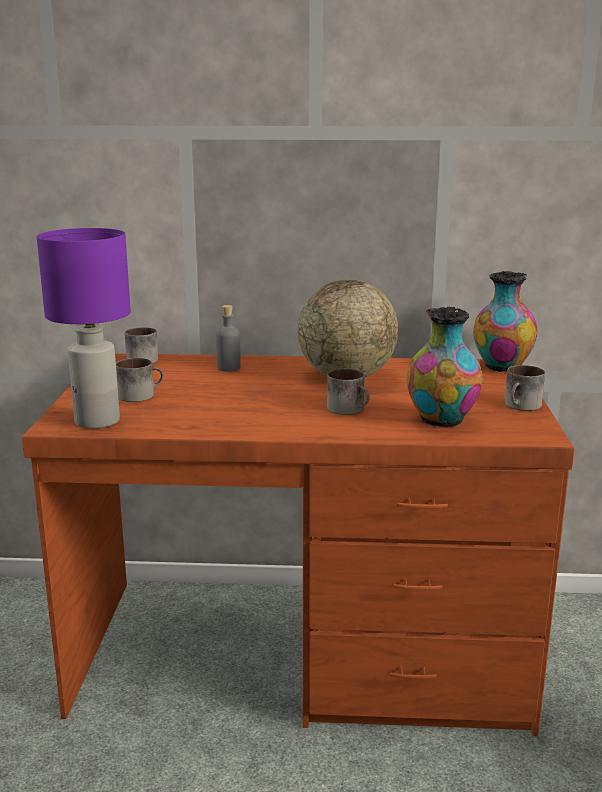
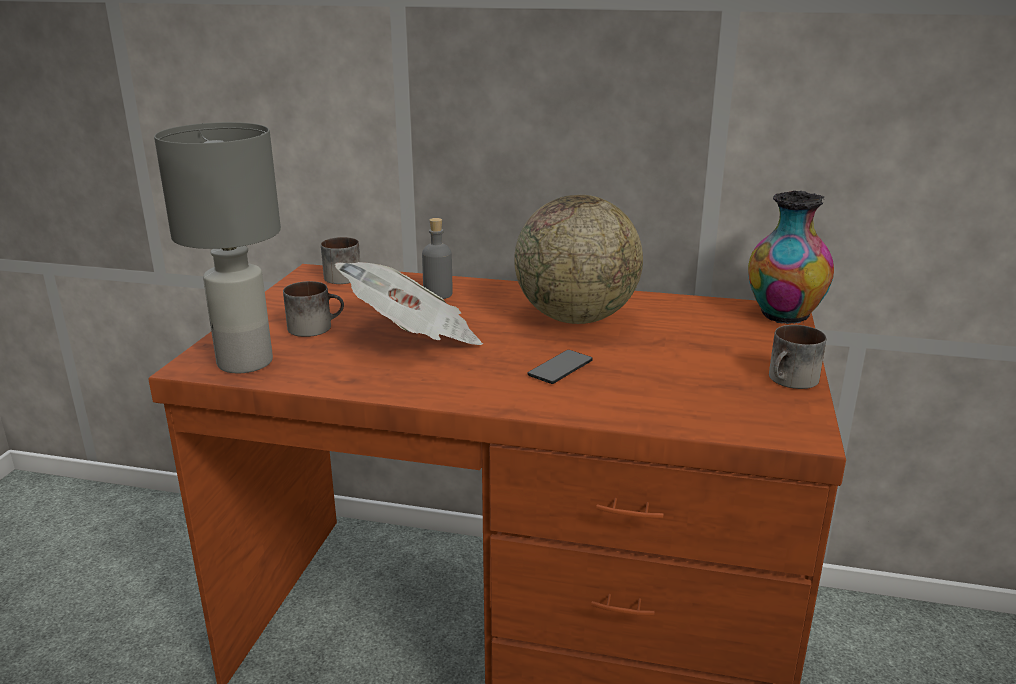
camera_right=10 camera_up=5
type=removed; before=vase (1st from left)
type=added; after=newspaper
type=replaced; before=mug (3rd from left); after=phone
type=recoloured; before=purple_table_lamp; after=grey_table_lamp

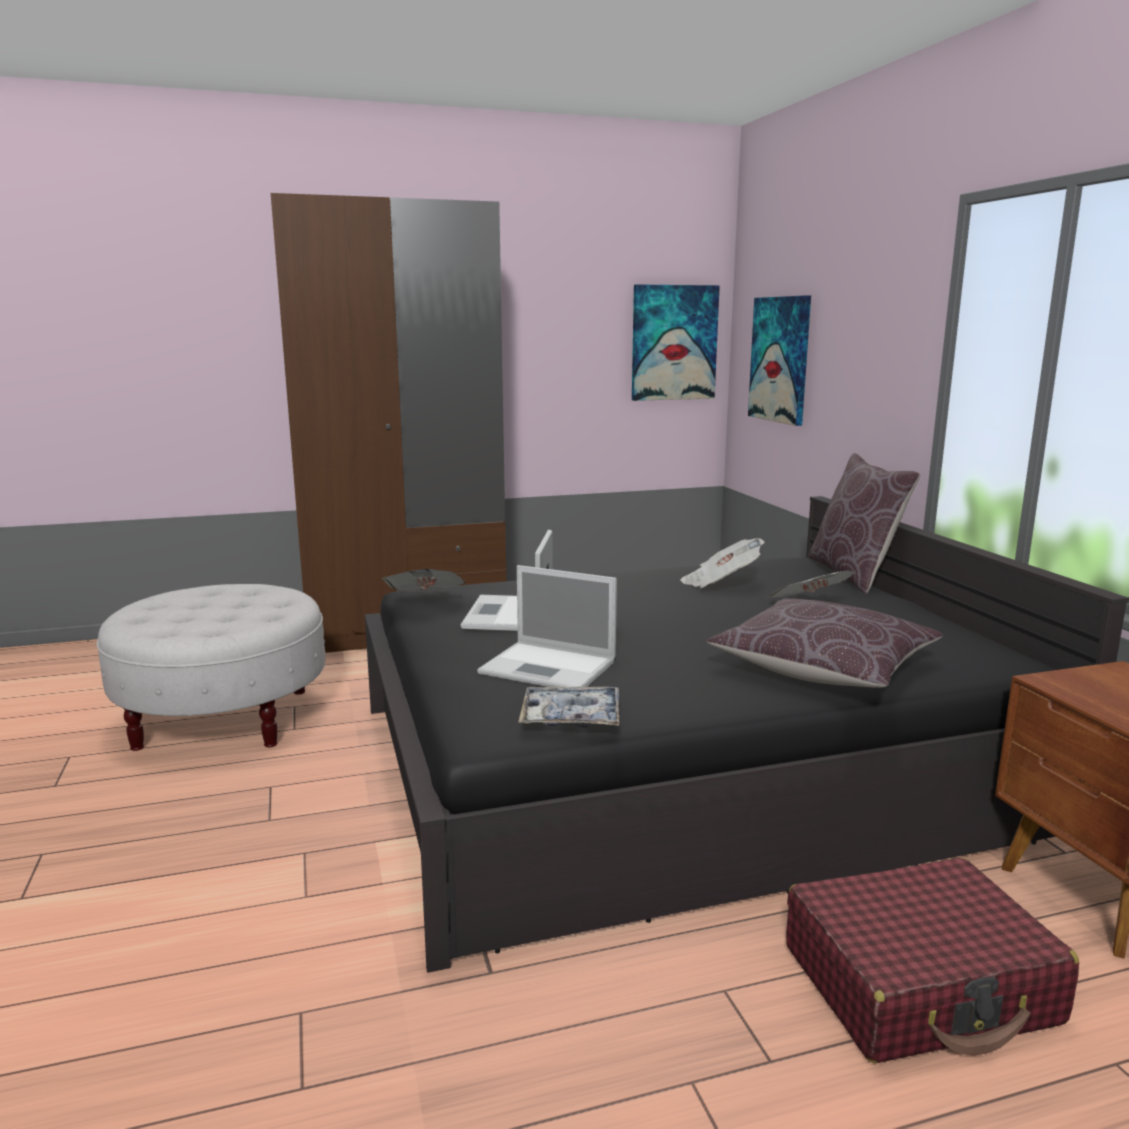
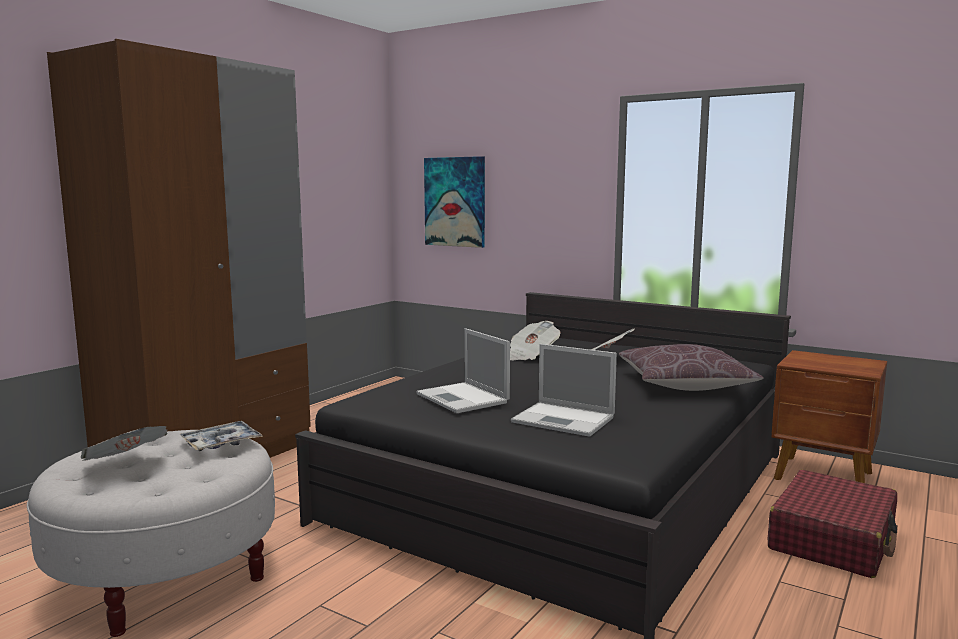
camera_right=-40 camera_up=-5
type=removed; before=picture (1st from left)
type=removed; before=brown_pillow (2nd from left)
type=moved; before=newspaper (1st from left)
type=moved; before=tray
type=turned; before=laptop (2nd from left); turn=45

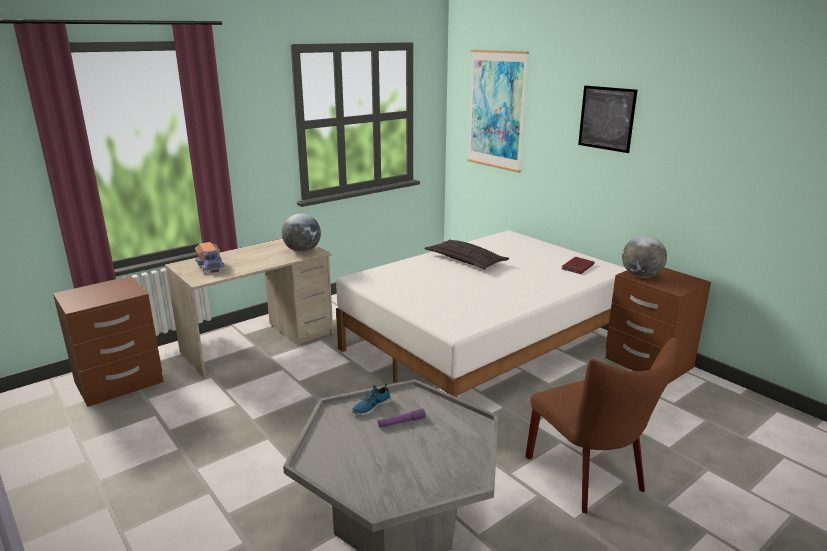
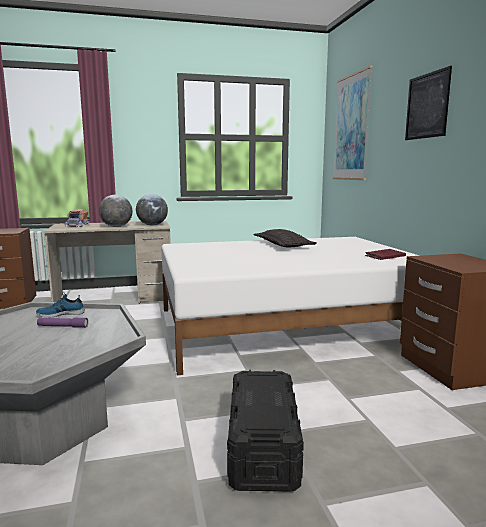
camera_right=25 camera_up=-10
type=moved; before=globe (2nd from left in the first image); after=globe (1st from left)
type=replaced; before=brown_chair; after=black_storage_box

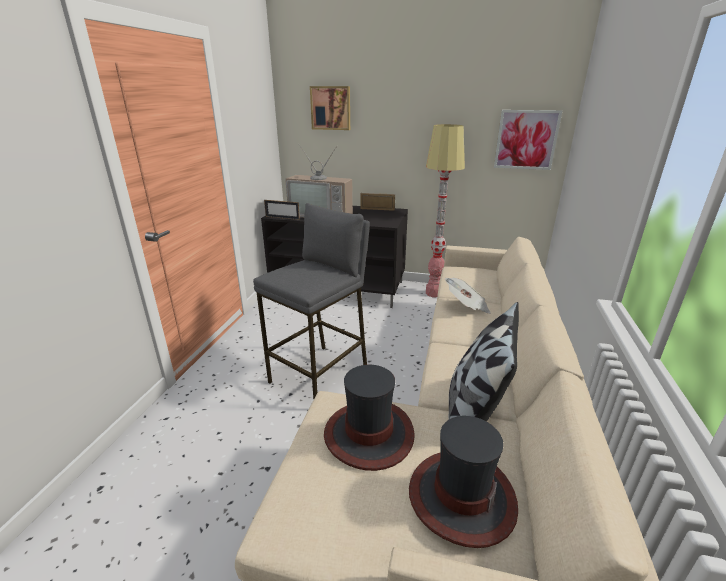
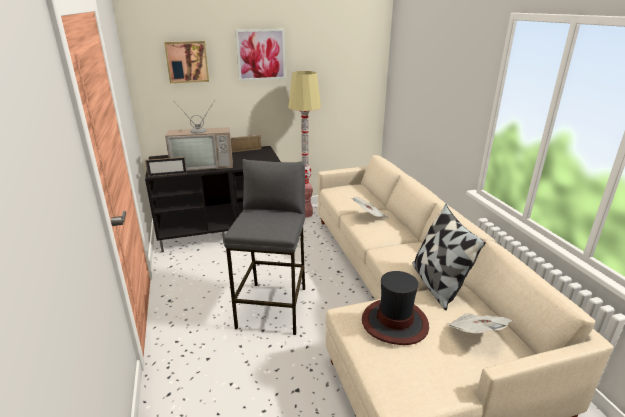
camera_right=-30 camera_up=0
type=moved; before=picture (2nd from left)
type=replaced; before=hat (2nd from left); after=newspaper (2nd from left)

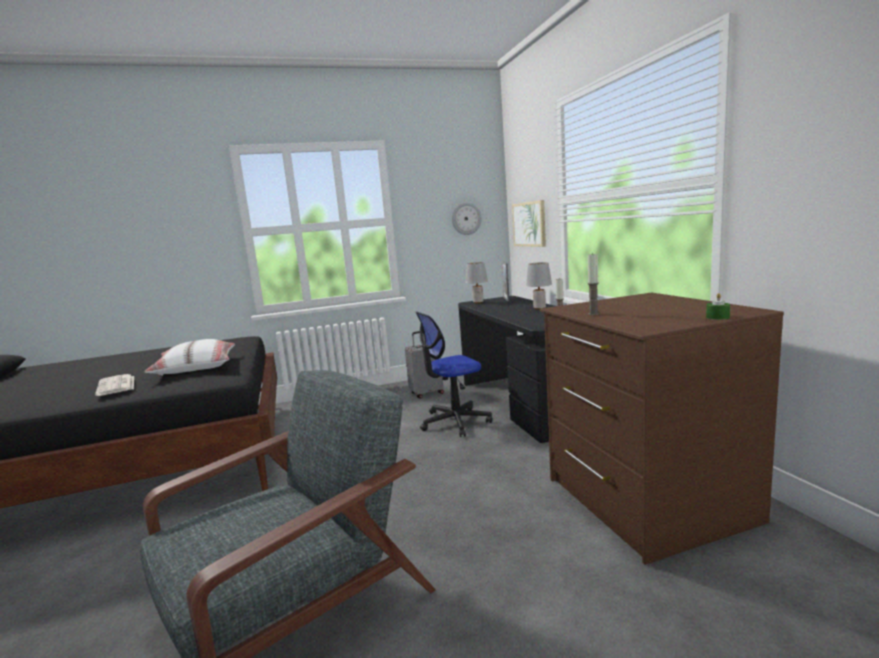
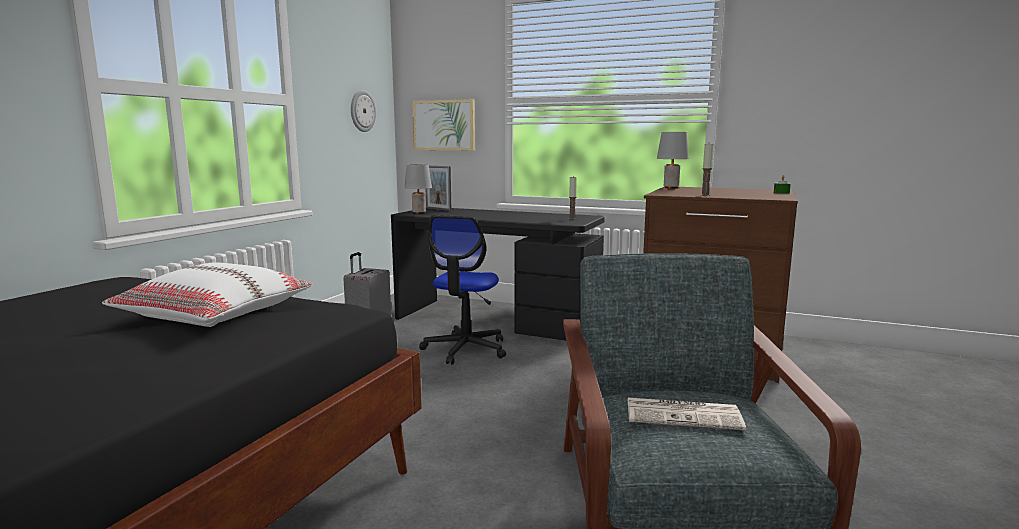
camera_right=-50 camera_up=0
type=moved; before=newspaper
type=moved; before=grey_table_lamp (2nd from left)

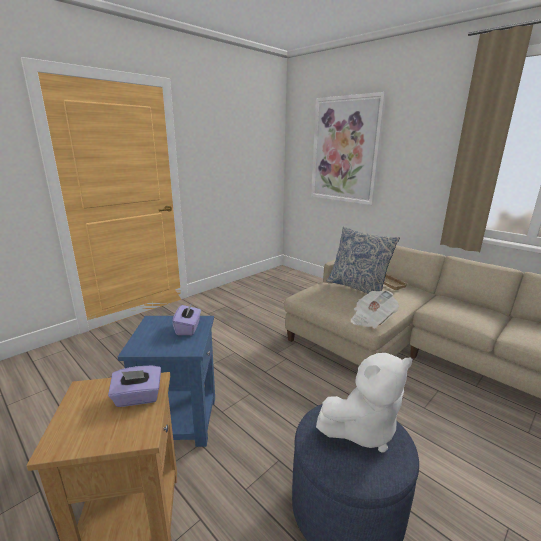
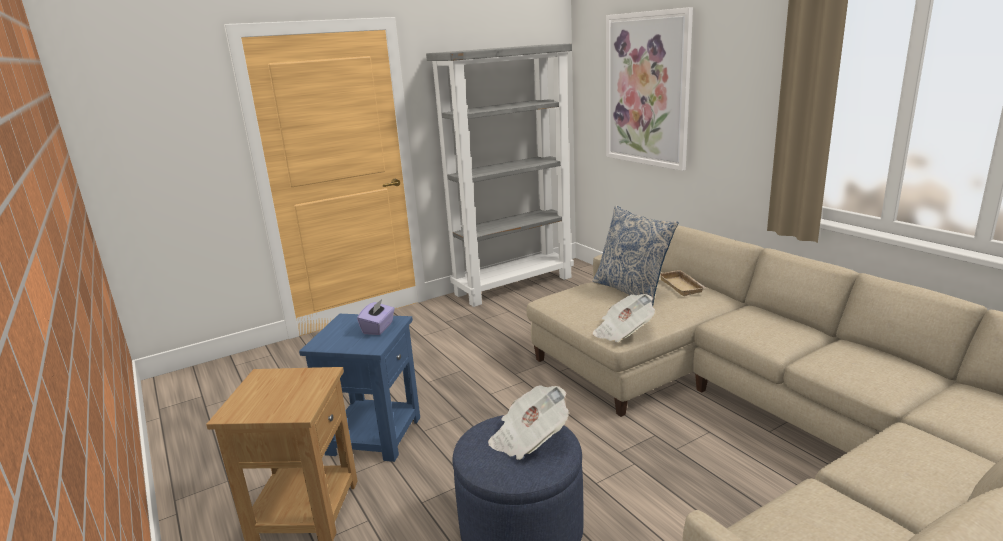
camera_right=15 camera_up=0
type=removed; before=purple_tissue_box (1st from left)
type=added; after=grey_bookcase
type=replaced; before=white_plush_toy; after=newspaper (1st from left)

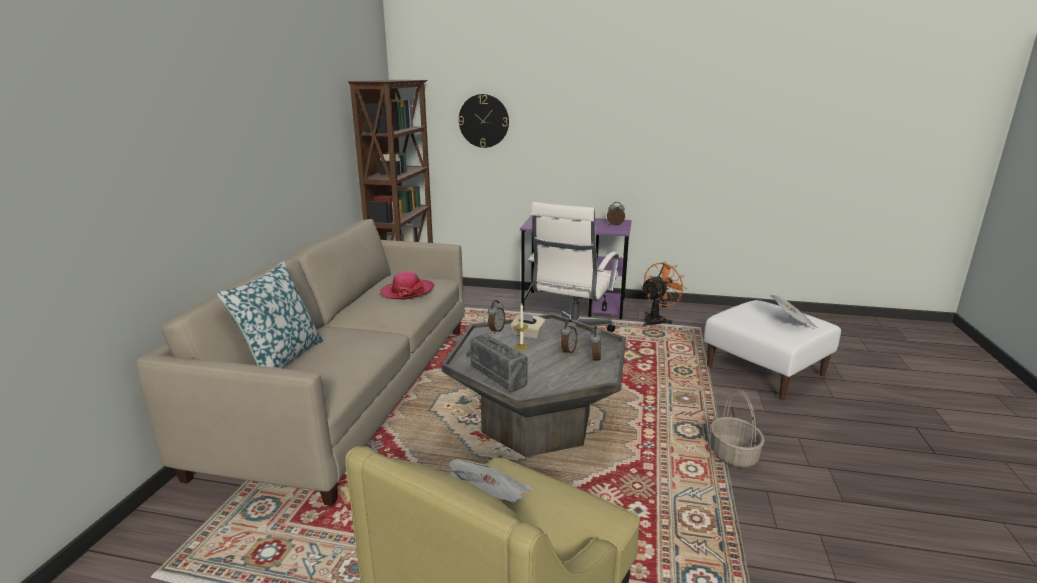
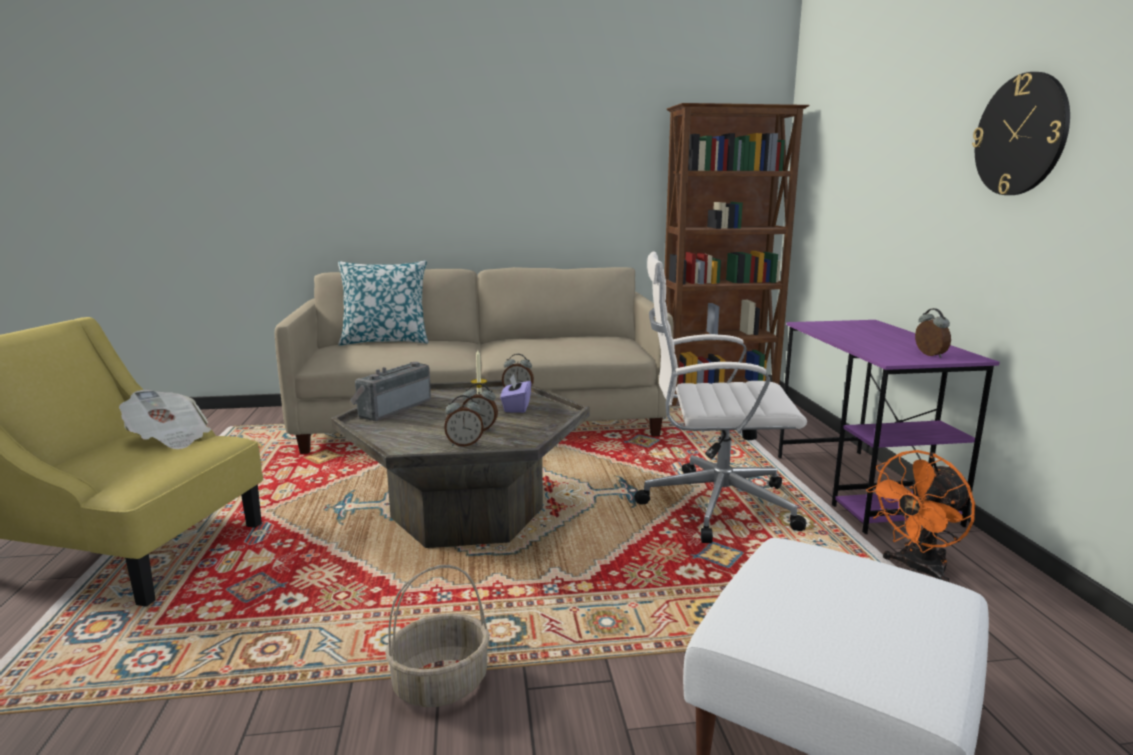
camera_right=70 camera_up=-5
type=removed; before=hat
type=removed; before=newspaper (2nd from left)
type=moved; before=wall_clock
type=recoloured; before=beige_tissue_box; after=purple_tissue_box
type=turned; before=orange_fan; turn=120

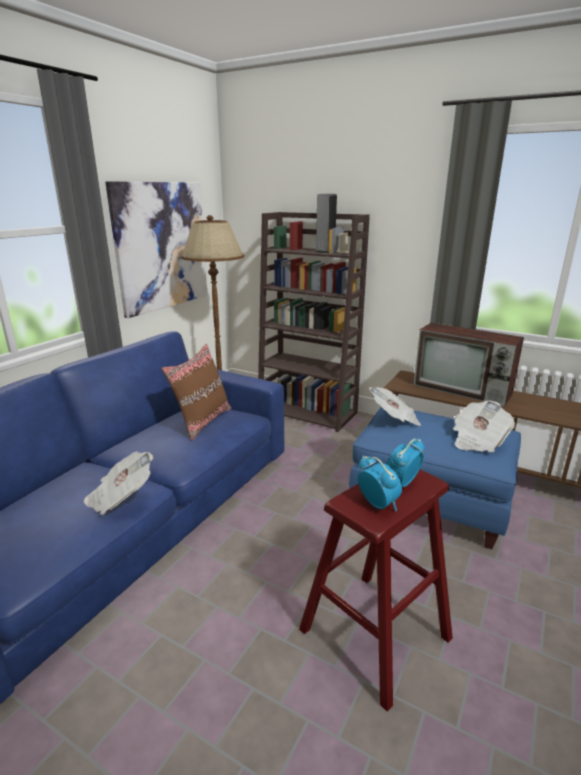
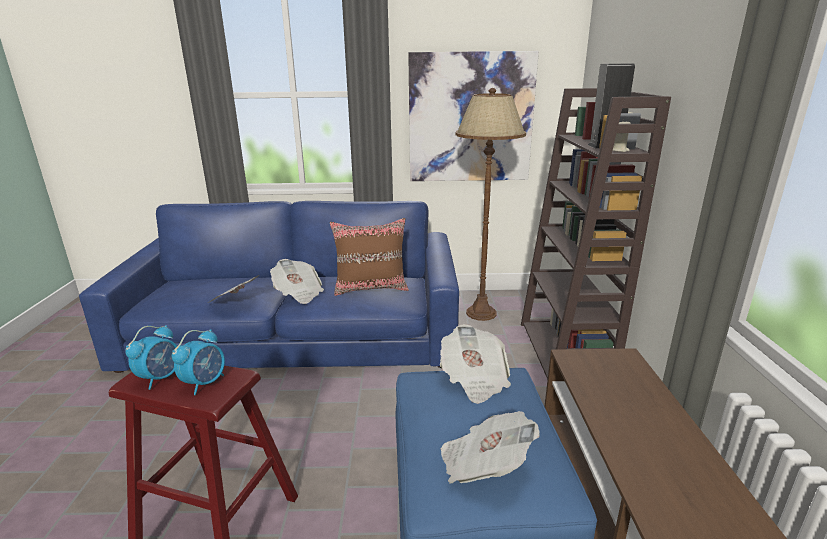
camera_right=60 camera_up=0
type=removed; before=television
type=added; after=newspaper (2nd from left)
type=turned; before=alarm_clock (2nd from left); turn=105

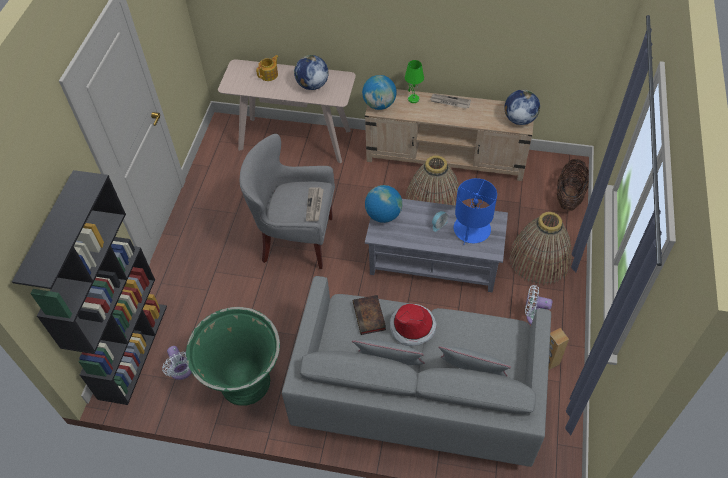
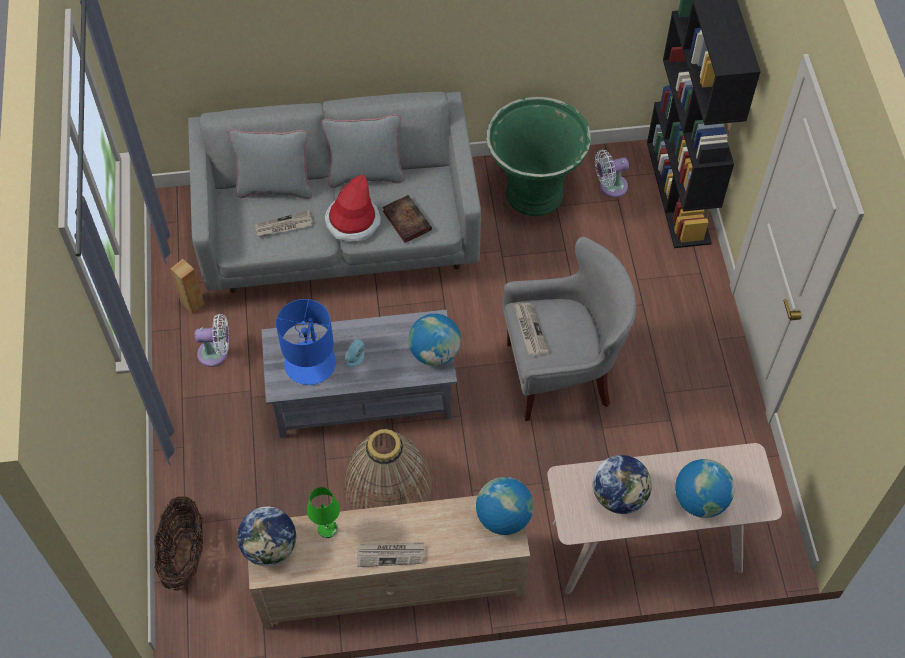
camera_right=160 camera_up=5
type=removed; before=basket (2nd from left)
type=added; after=newspaper (1st from left)
type=moved; before=green_table_lamp
type=replaced; before=teapot; after=globe (5th from left)
type=turned; before=white_fan (1st from left in the first image); turn=-60

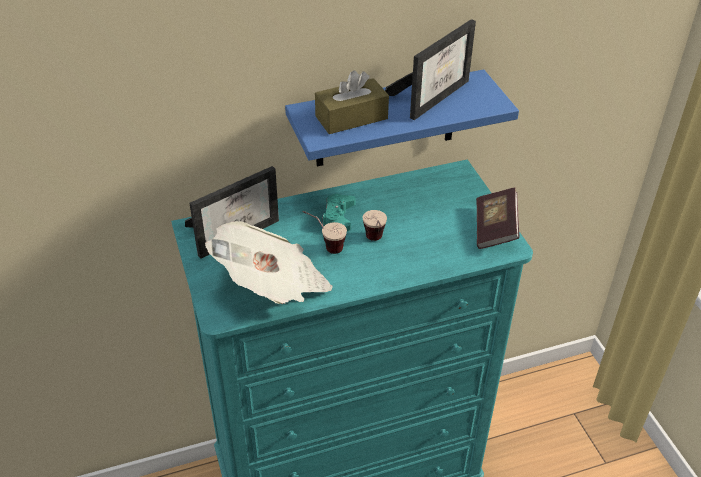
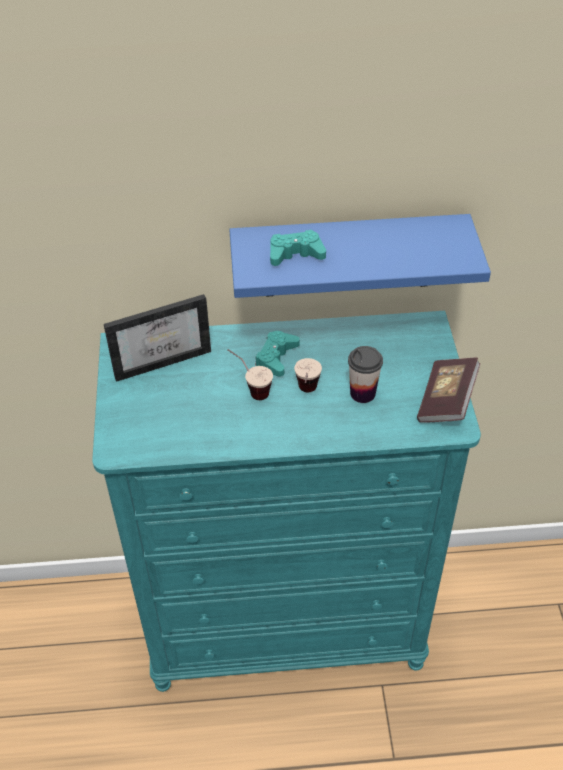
camera_right=15 camera_up=5
type=removed; before=newspaper
type=removed; before=picture_frame (2nd from left)
type=added; after=cup (3rd from left)
type=replaced; before=brown_tissue_box; after=turquoise_game_controller (2nd from left)

